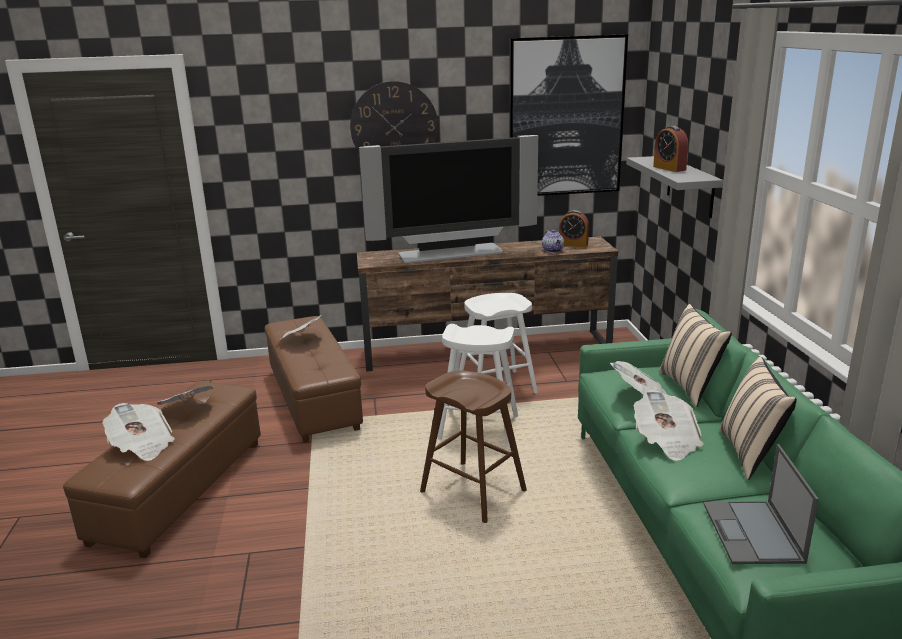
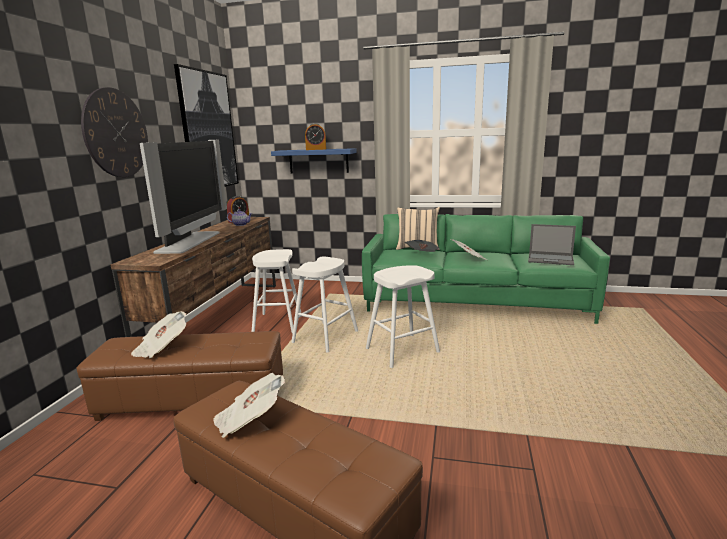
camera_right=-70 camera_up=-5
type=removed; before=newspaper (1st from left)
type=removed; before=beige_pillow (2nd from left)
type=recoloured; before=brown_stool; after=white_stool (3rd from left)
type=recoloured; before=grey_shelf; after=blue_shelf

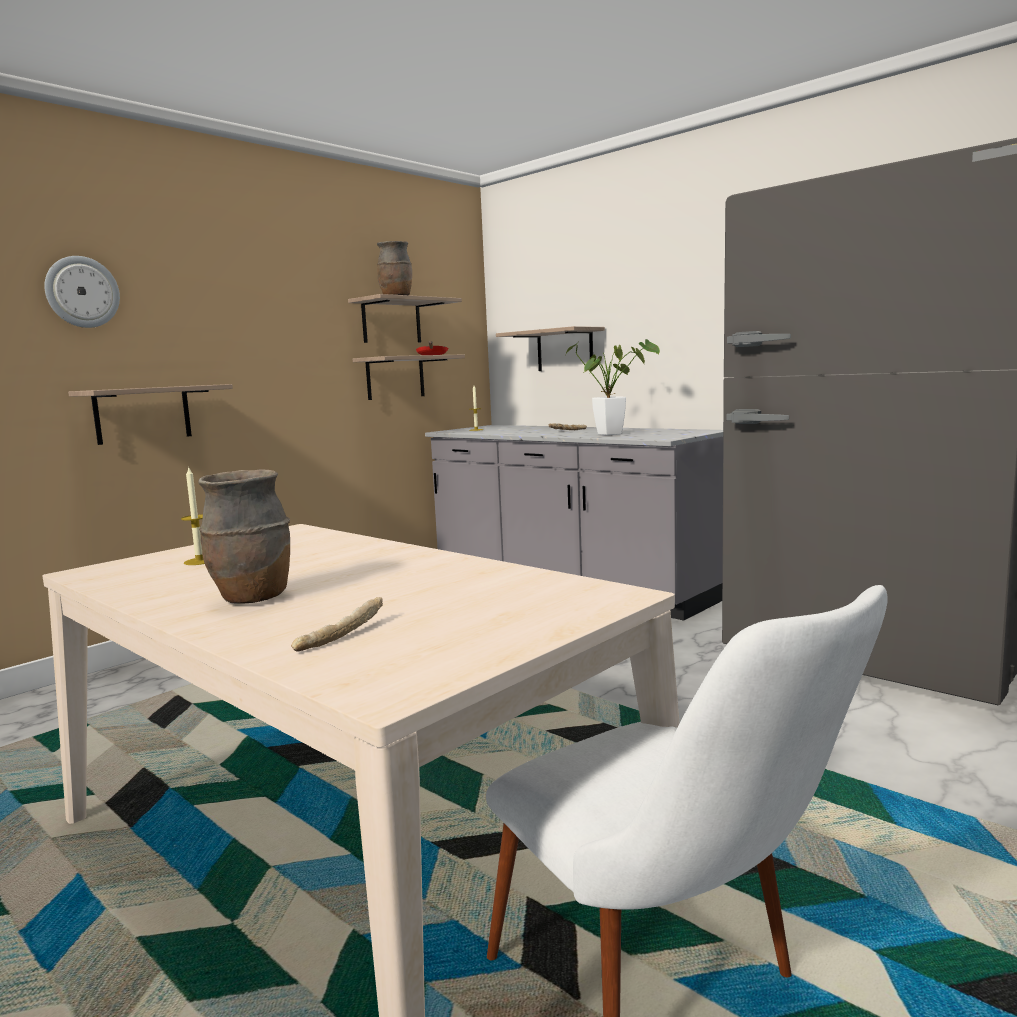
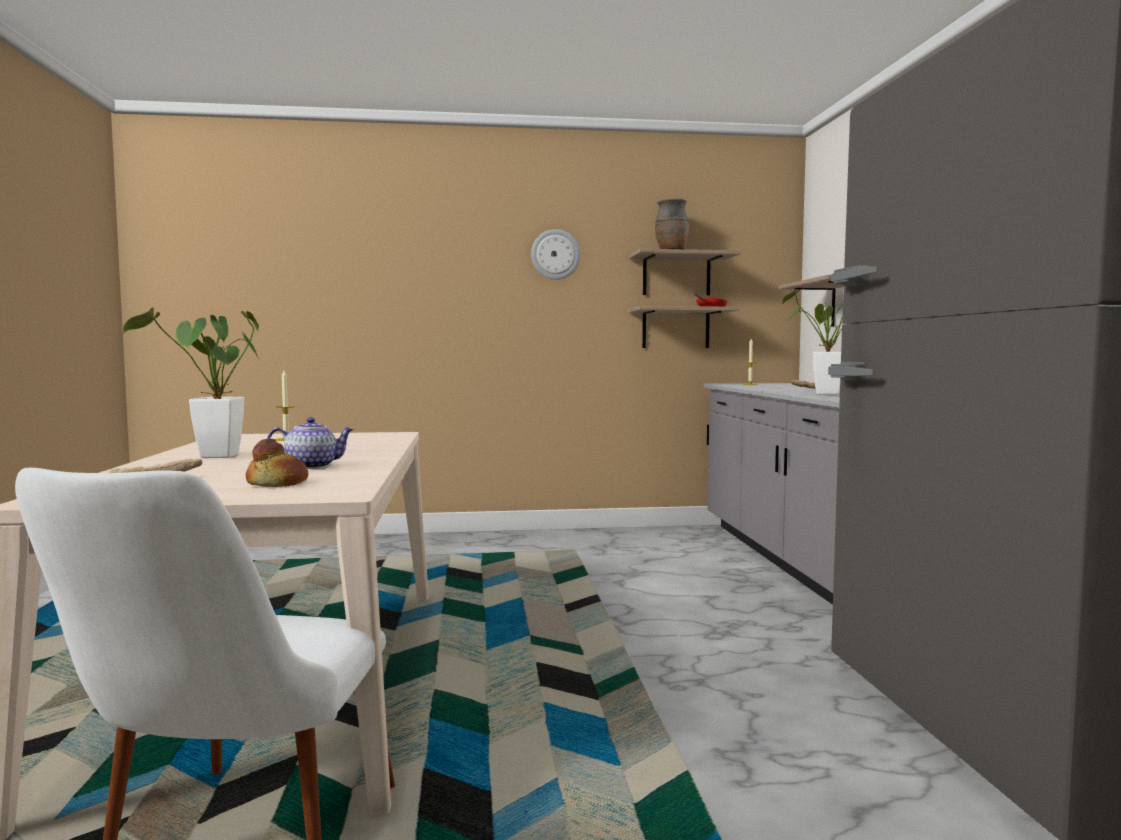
camera_right=40 camera_up=-5
type=removed; before=shelf (1st from left)
type=added; after=bread (2nd from left)
type=added; after=teapot
type=moved; before=wall_clock
type=replaced; before=brown_vase (1st from left); after=potted_plant (1st from left)

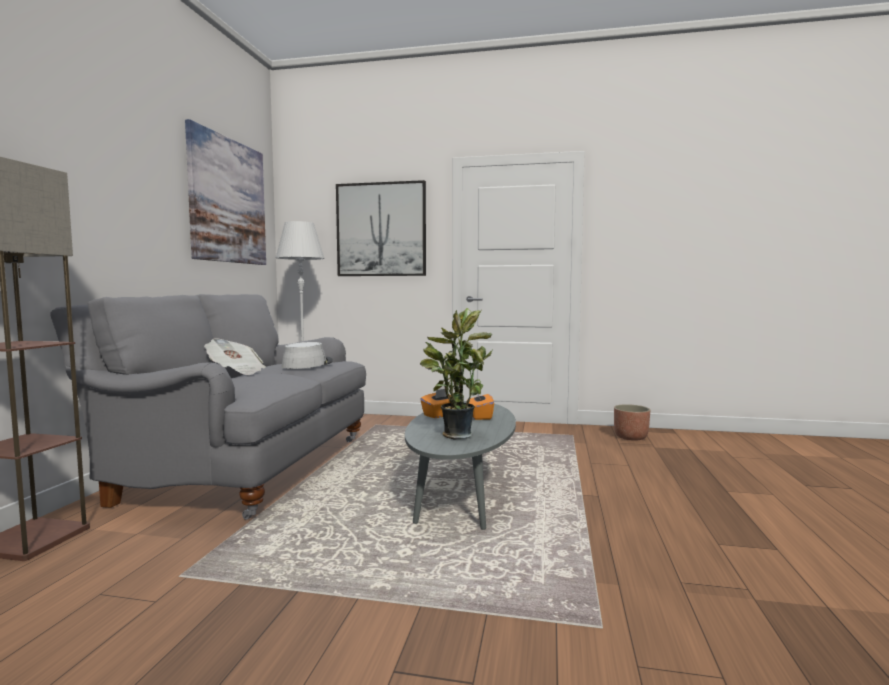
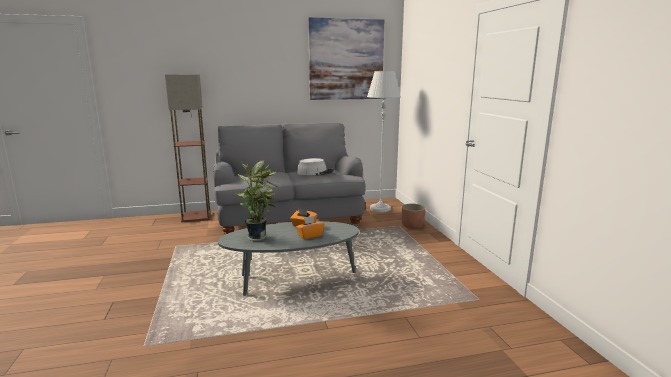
camera_right=65 camera_up=10
type=removed; before=newspaper
type=removed; before=picture (2nd from left)
type=moved; before=planter

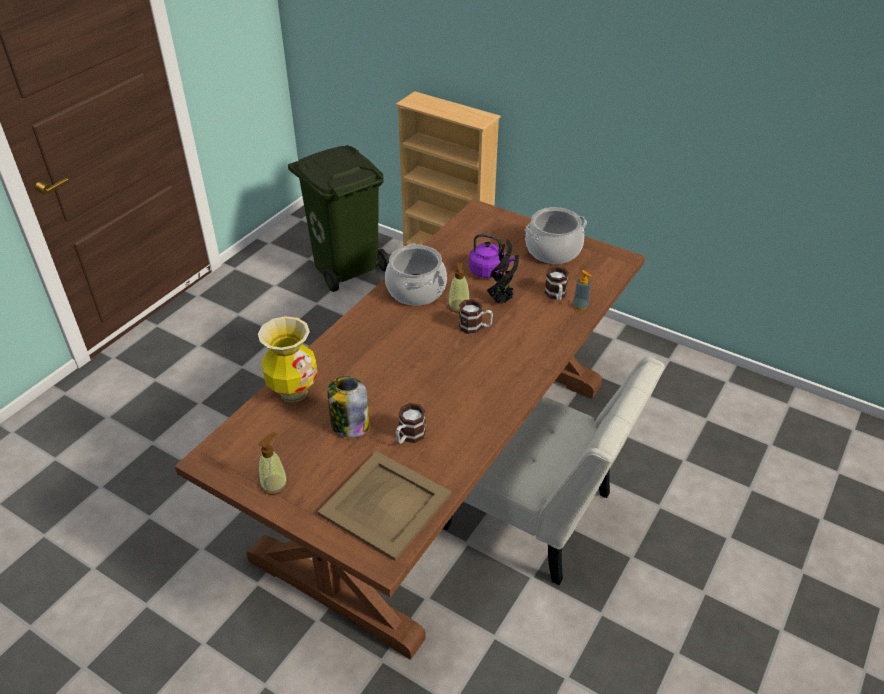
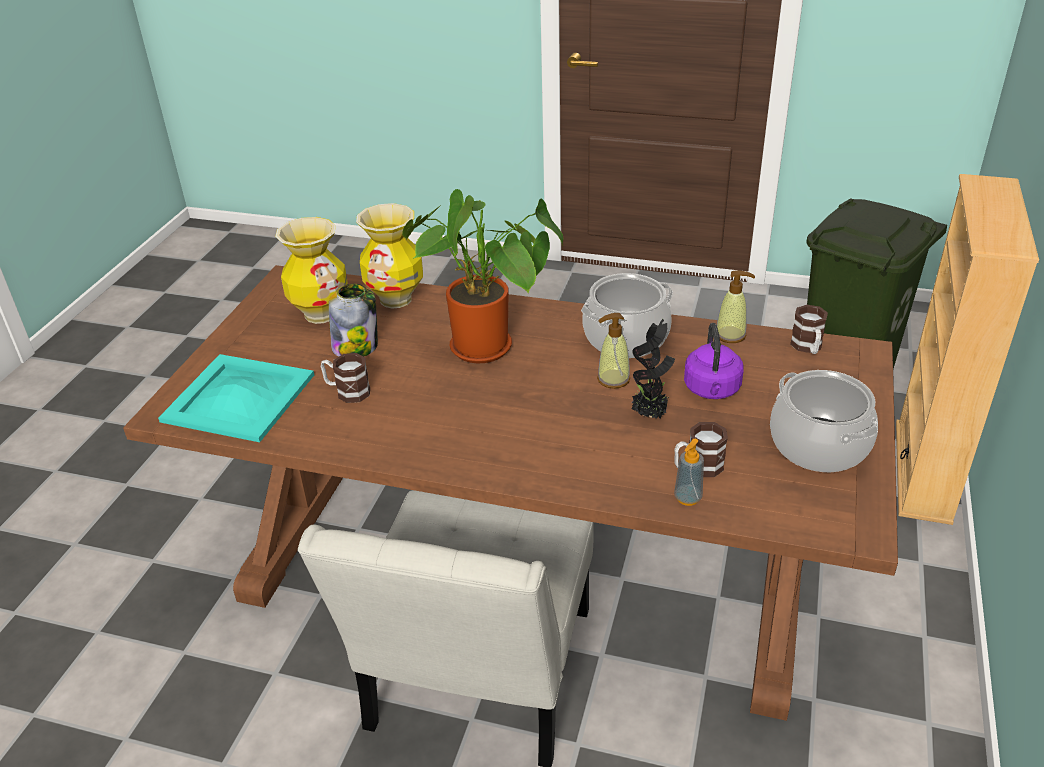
camera_right=75 camera_up=-5
type=added; after=vase (1st from left)
type=added; after=potted_plant (1st from left)
type=moved; before=soap_dispenser (1st from left in the first image); after=soap_dispenser (3rd from left)
type=moved; before=mug (2nd from left in the first image); after=mug (3rd from left)
type=recoloured; before=beige_tray; after=turquoise_tray

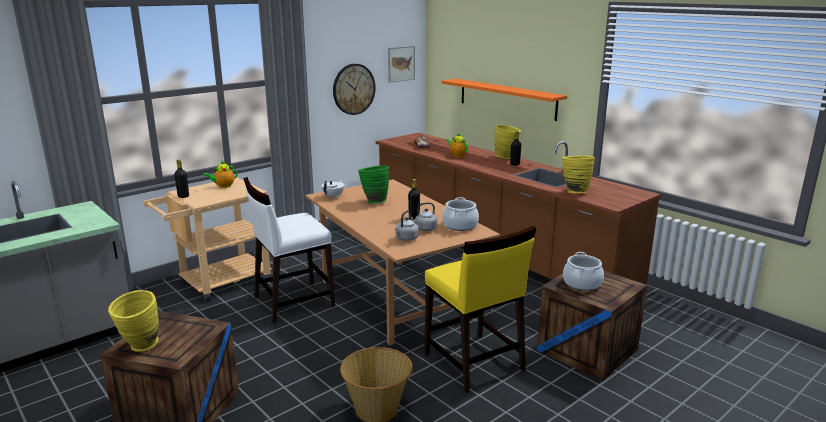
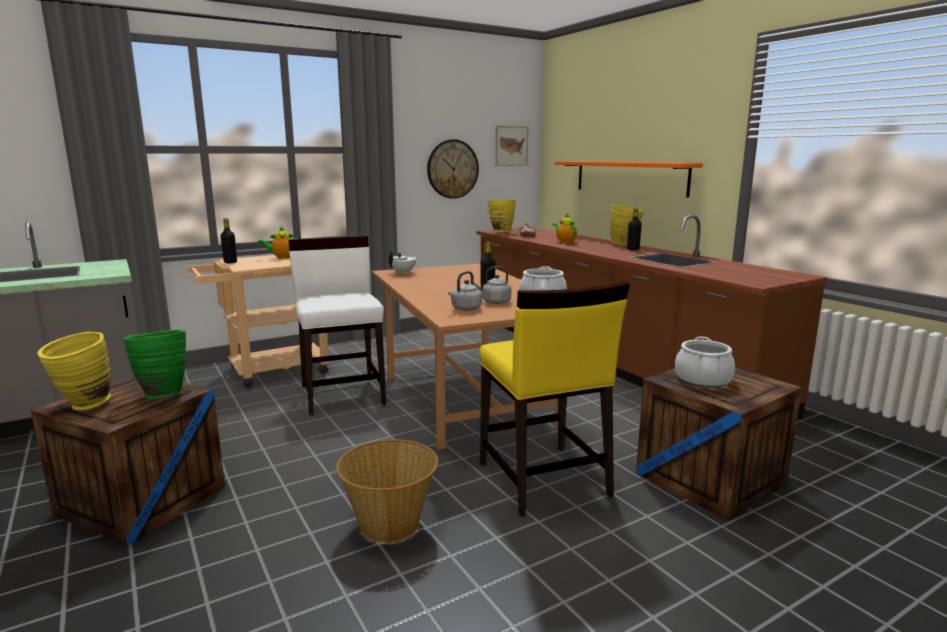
camera_right=10 camera_up=-5
type=moved; before=green_vase
type=moved; before=yellow_vase (3rd from left in the first image); after=yellow_vase (2nd from left)
type=turned; before=white_chair; turn=90

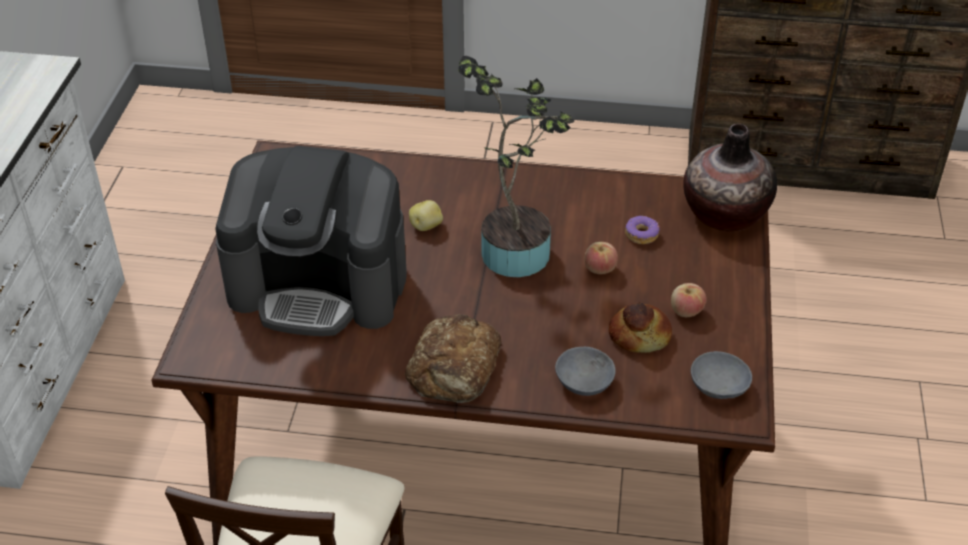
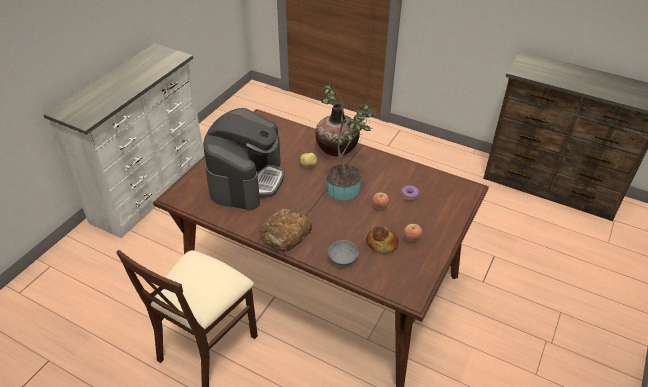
camera_right=20 camera_up=0
type=removed; before=grey_bowl (2nd from left)
type=moved; before=vase
type=turned; before=coffee_machine; turn=-105

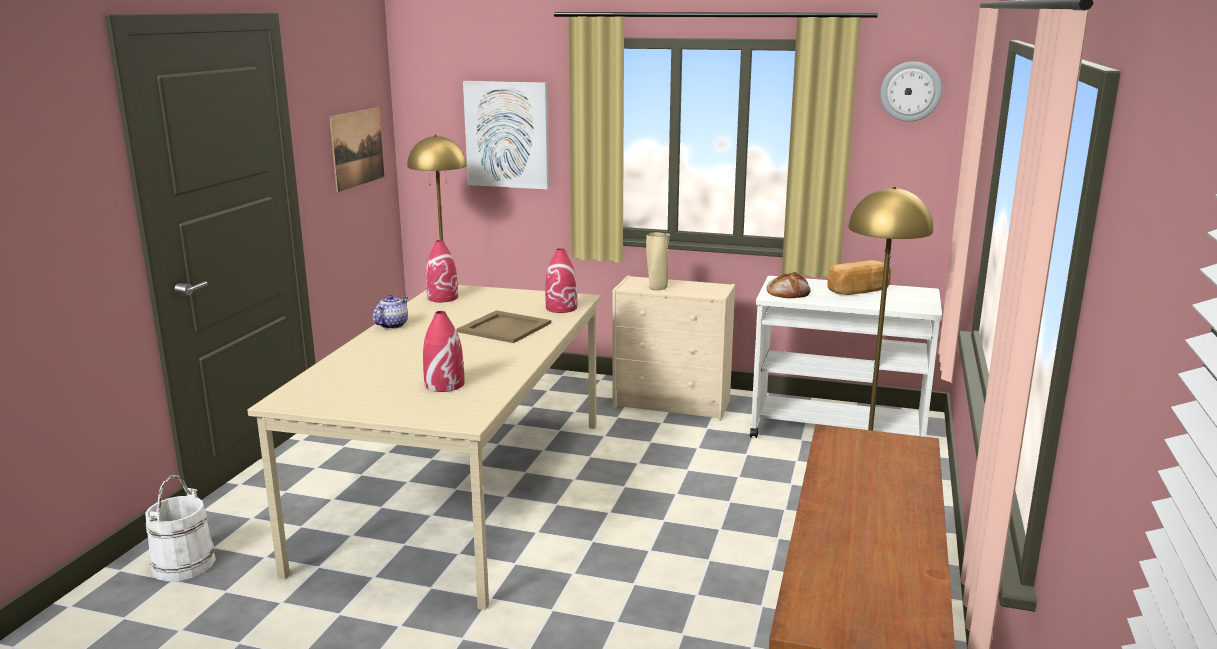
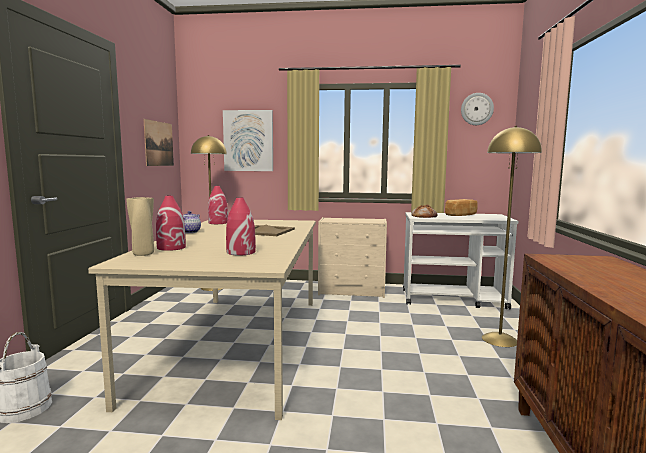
camera_right=-10 camera_up=-10
type=moved; before=red_vase (3rd from left in the first image); after=red_vase (1st from left)
type=moved; before=beige_vase

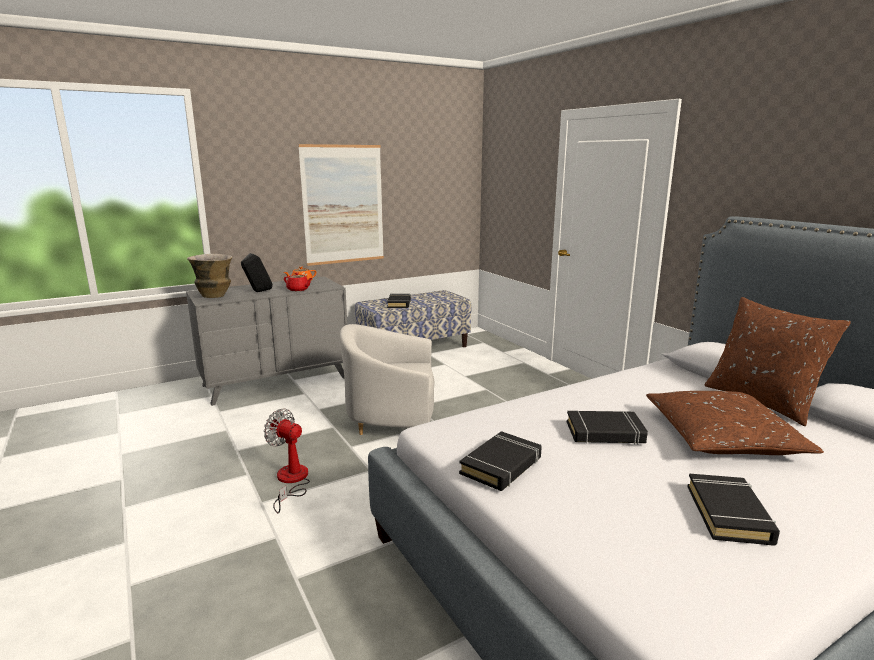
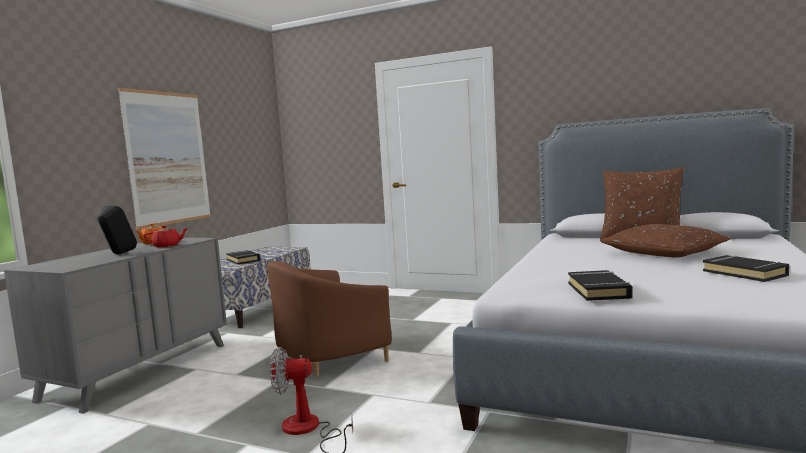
camera_right=-35 camera_up=-10
type=removed; before=vase
type=removed; before=black_book (3rd from left)
type=recoloured; before=white_armchair; after=brown_armchair

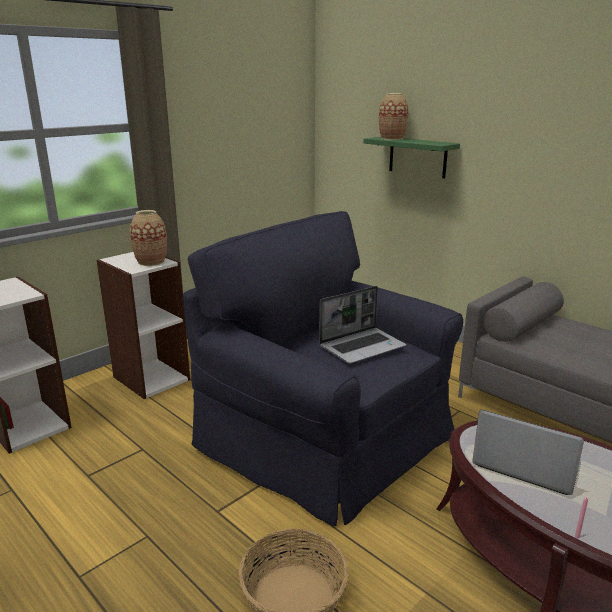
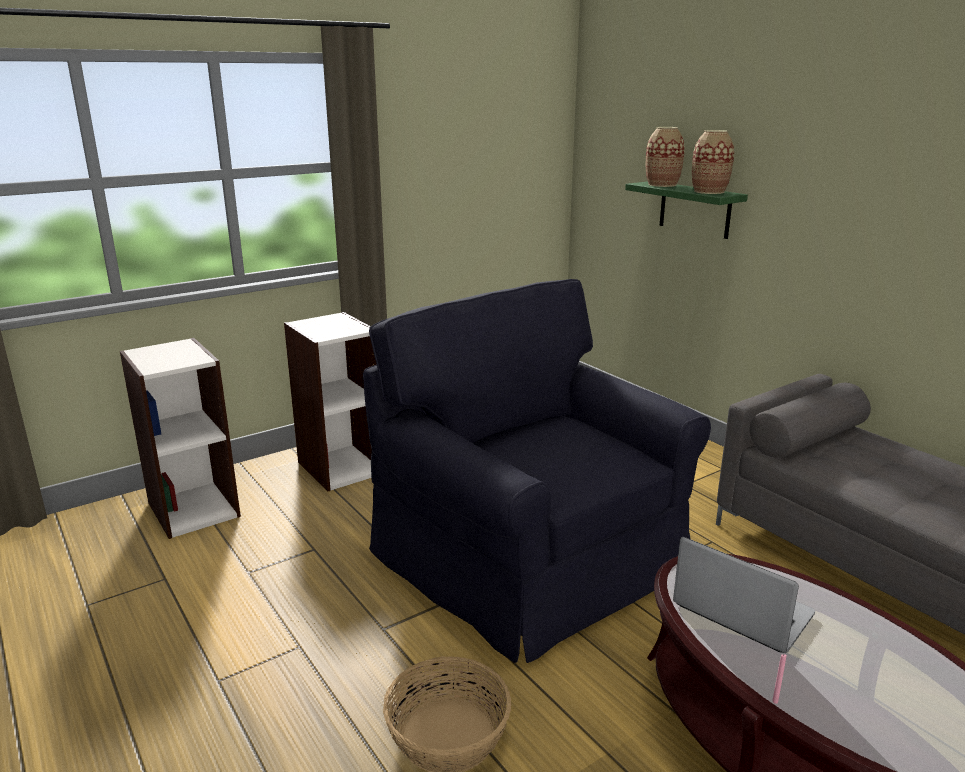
camera_right=10 camera_up=0
type=removed; before=laptop (1st from left)
type=moved; before=vase (1st from left in the first image); after=vase (2nd from left)

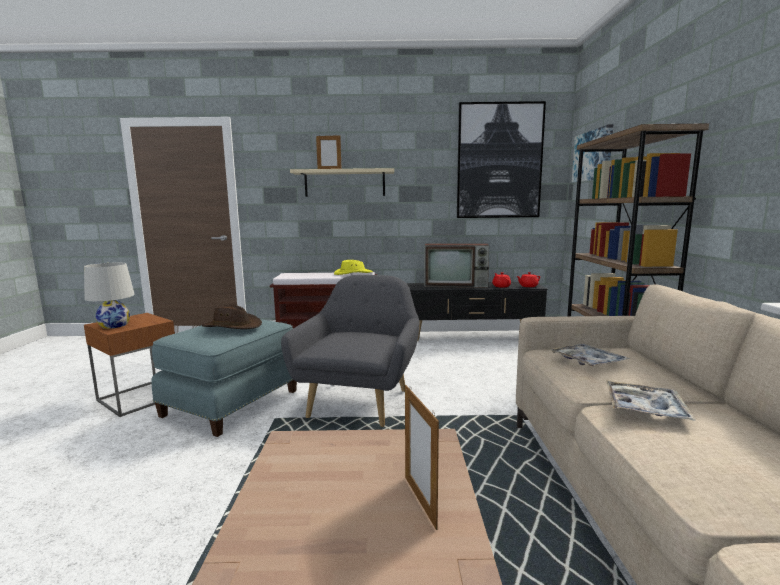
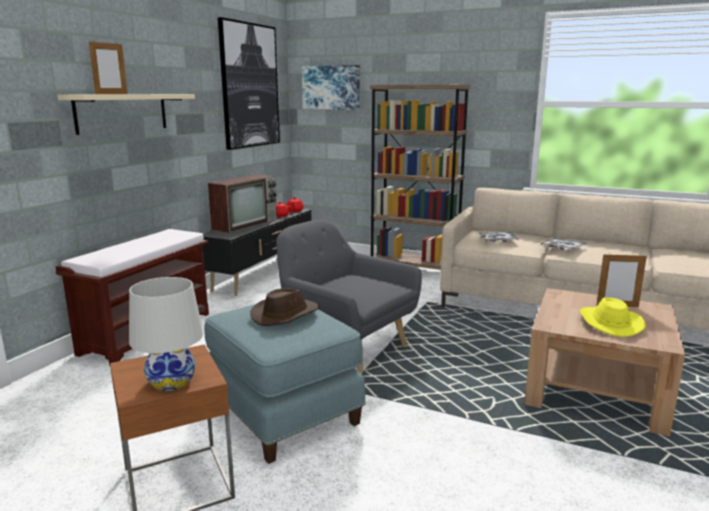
camera_right=-65 camera_up=5
type=moved; before=yellow_hat

